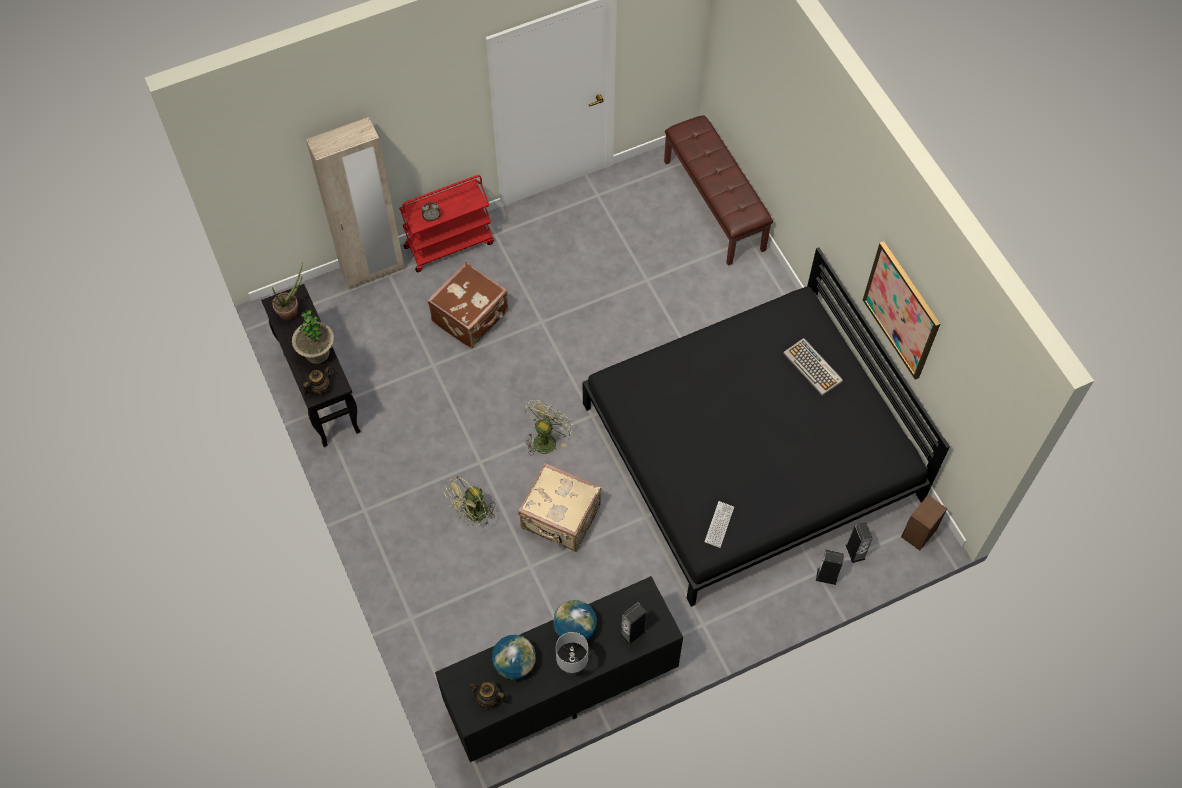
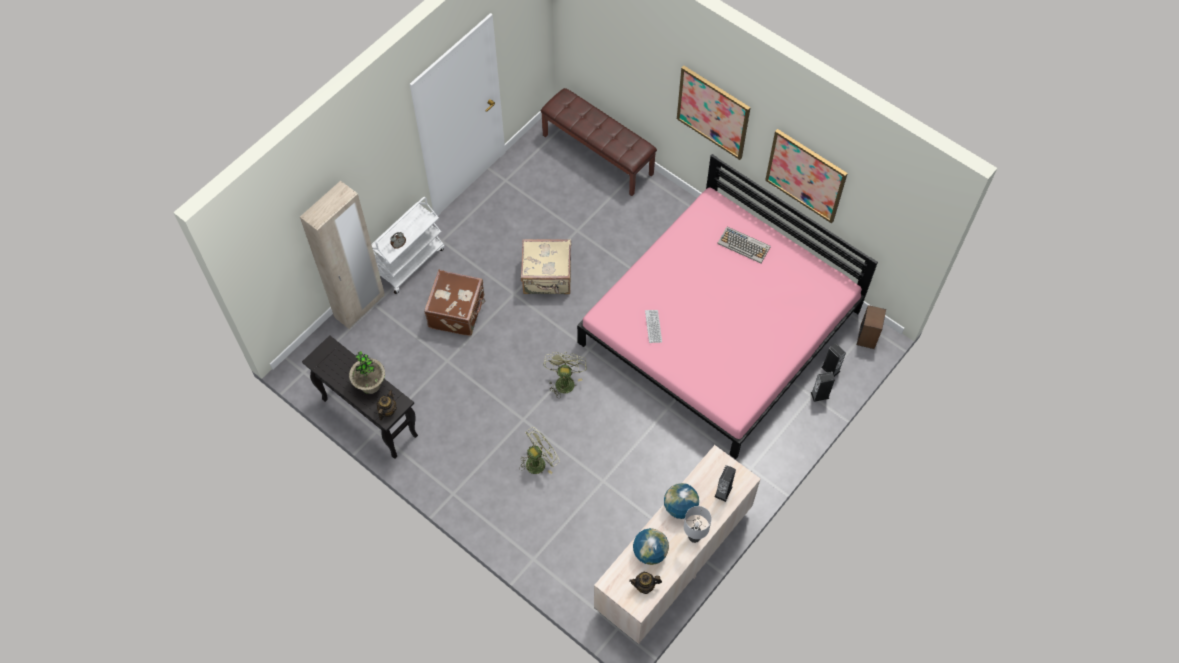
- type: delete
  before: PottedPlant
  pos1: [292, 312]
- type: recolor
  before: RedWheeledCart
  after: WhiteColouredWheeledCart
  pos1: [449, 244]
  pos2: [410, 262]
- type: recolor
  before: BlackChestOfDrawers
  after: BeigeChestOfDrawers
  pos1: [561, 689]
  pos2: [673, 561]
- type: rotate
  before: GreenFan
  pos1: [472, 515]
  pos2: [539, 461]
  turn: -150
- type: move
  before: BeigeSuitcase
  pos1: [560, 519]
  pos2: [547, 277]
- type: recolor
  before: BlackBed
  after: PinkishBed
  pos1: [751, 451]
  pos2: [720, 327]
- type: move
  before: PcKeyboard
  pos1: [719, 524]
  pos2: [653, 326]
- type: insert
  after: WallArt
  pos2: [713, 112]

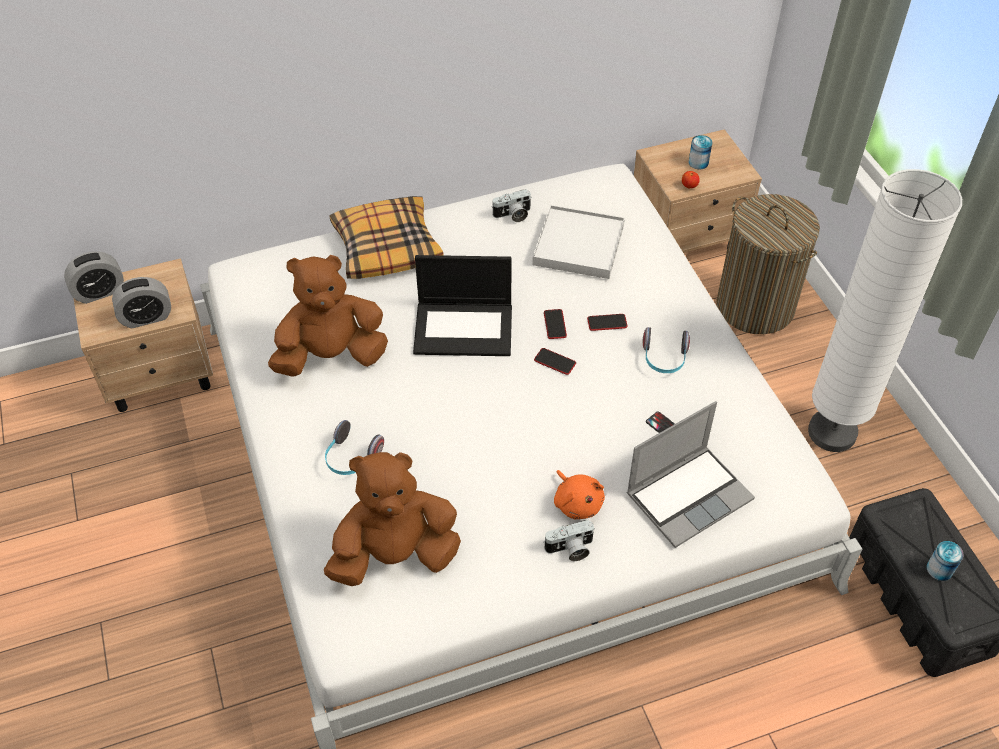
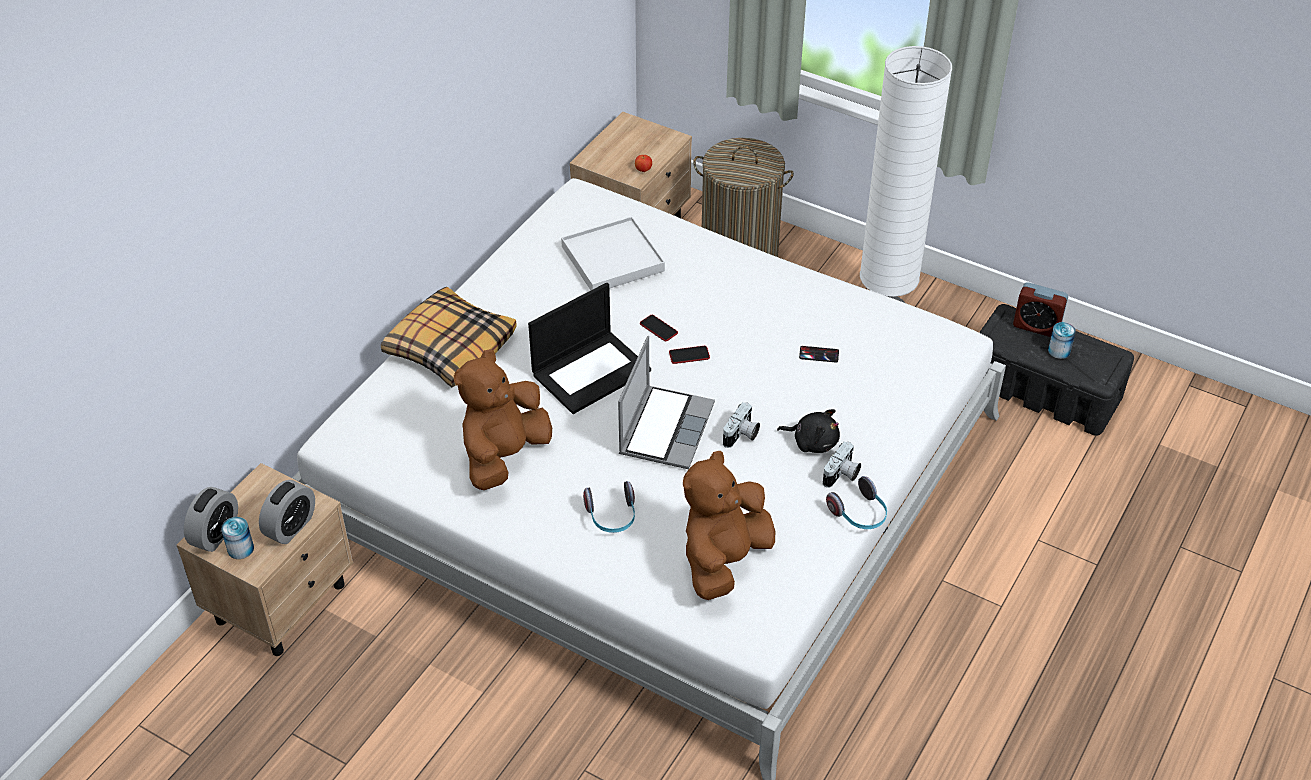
- type: move
  before: StillCamera
  pos1: [513, 215]
  pos2: [741, 435]
- type: recolor
  before: OrangeCuddlyToy
  after: BlackCuddlyToy
  pos1: [577, 502]
  pos2: [812, 442]
- type: delete
  before: Phone
  pos1: [607, 323]
- type: move
  before: NotebookComputer
  pos1: [689, 495]
  pos2: [665, 428]
- type: move
  before: Headphones
  pos1: [664, 359]
  pos2: [859, 514]
- type: move
  before: SealedCan
  pos1: [698, 162]
  pos2: [240, 549]
- type: insert
  after: TableClock
  pos2: [1036, 326]

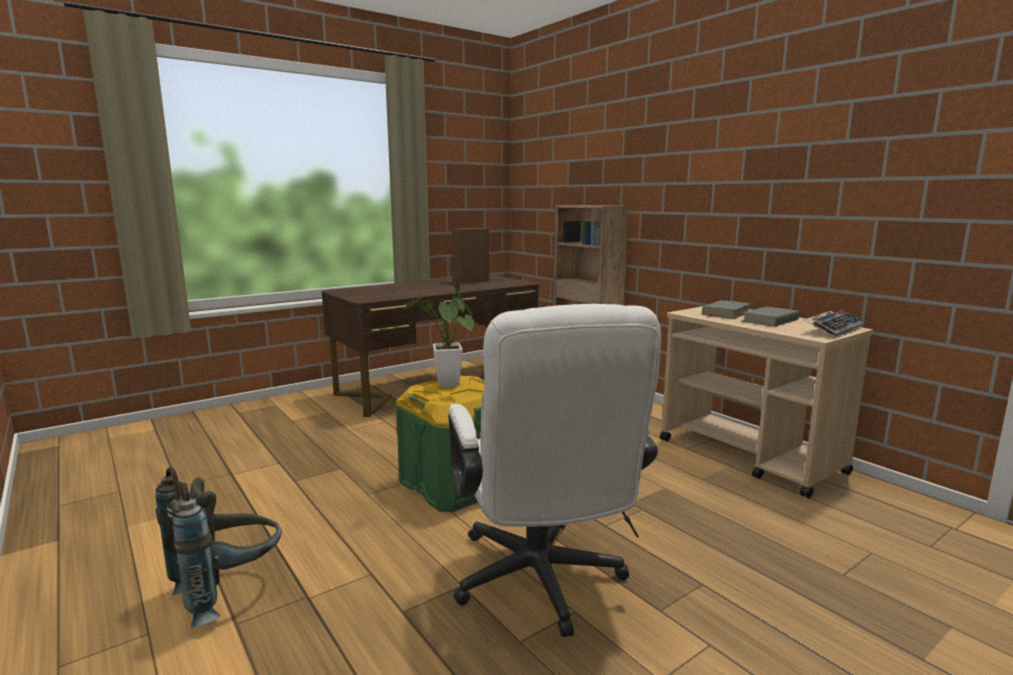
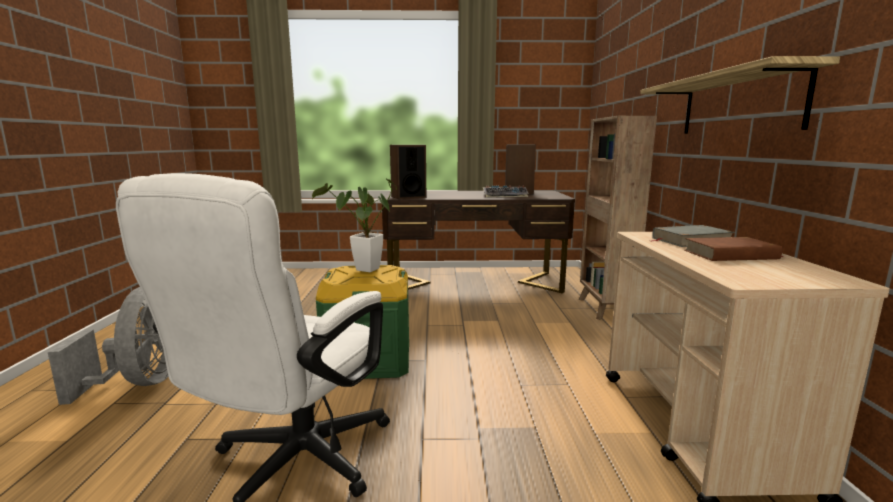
- type: replace
  before: GreyKnapsack
  after: GreyFan
  pos1: [229, 592]
  pos2: [143, 382]
- type: recolor
  before: GreyBook
  after: BrownBook
  pos1: [771, 320]
  pos2: [731, 255]
- type: move
  before: PcKeyboard
  pos1: [832, 330]
  pos2: [505, 196]
- type: insert
  after: AudioSpeaker
  pos2: [408, 197]
- type: insert
  after: WallShelf
  pos2: [738, 104]

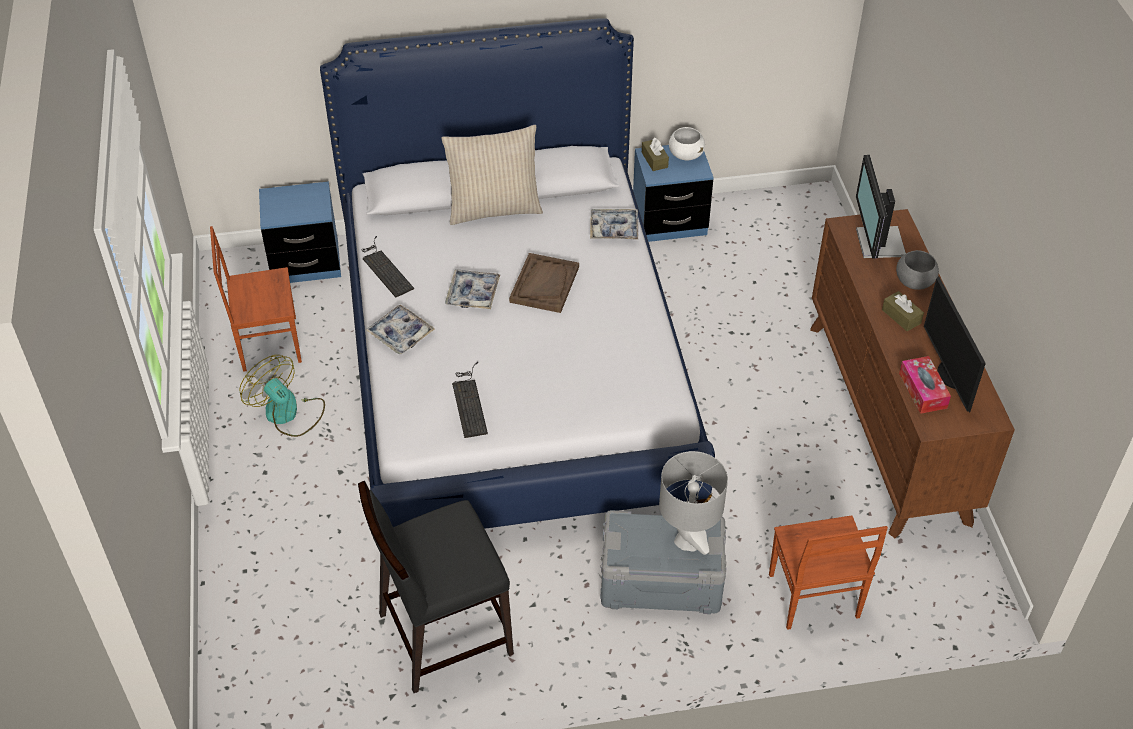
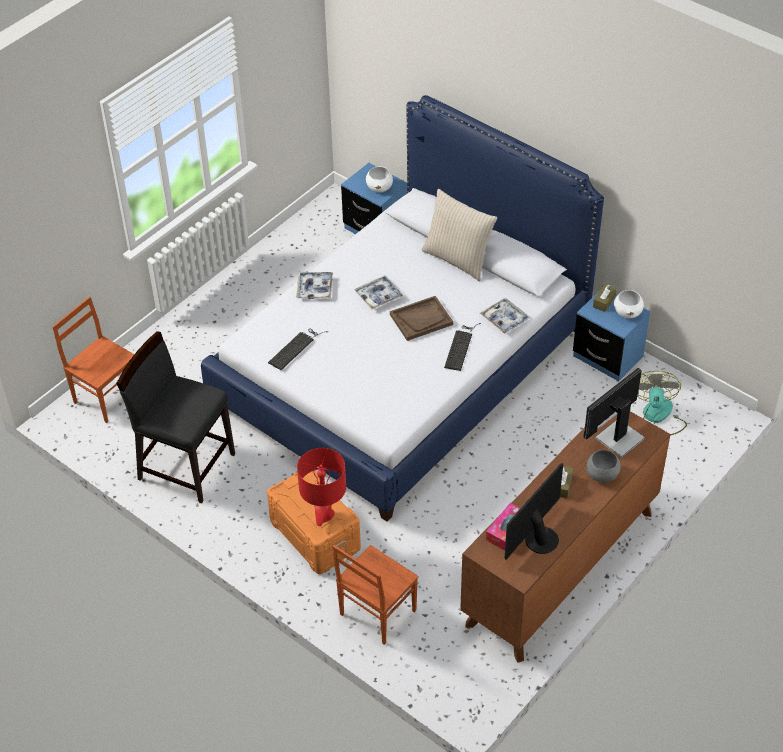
- type: move
  before: BrownPlainChair
  pos1: [268, 343]
  pos2: [107, 396]
- type: move
  before: Fan
  pos1: [288, 413]
  pos2: [658, 417]
- type: move
  before: PcKeyboard
  pos1: [385, 268]
  pos2: [460, 346]
- type: recolor
  before: GreyStorageBin
  after: OrangeStorageBin
  pos1: [661, 580]
  pos2: [316, 534]
- type: recolor
  before: GreyTableLamp
  after: RedTableLamp
  pos1: [687, 541]
  pos2: [324, 514]
- type: insert
  after: WhiteColouredBowl
  pos2: [379, 187]

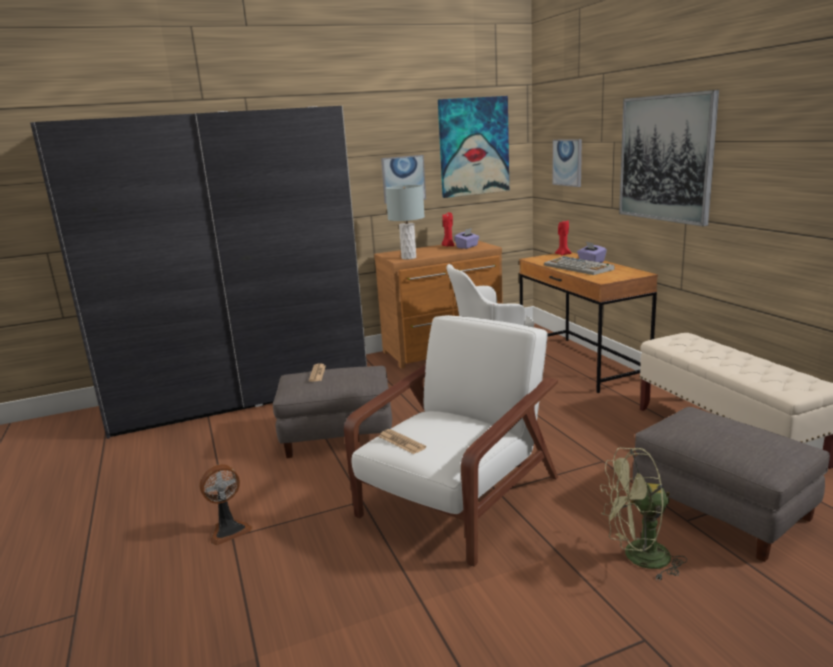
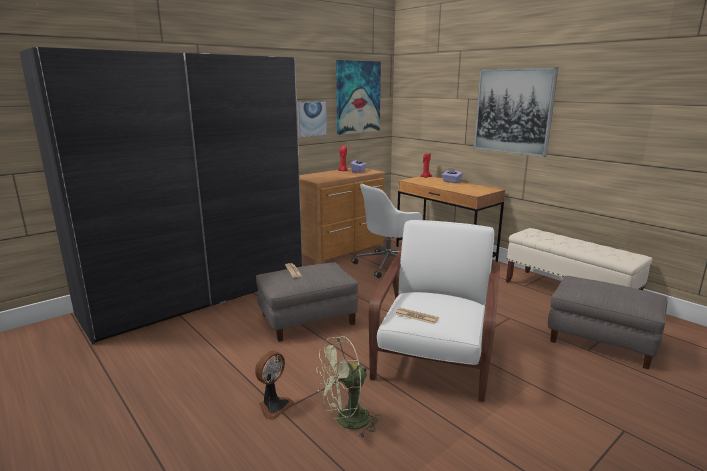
- type: delete
  before: GreyTableLamp
  pos1: [408, 258]
- type: delete
  before: PcKeyboard
  pos1: [579, 267]
- type: delete
  before: WallArt
  pos1: [567, 162]
- type: move
  before: GreenFan
  pos1: [637, 558]
  pos2: [346, 421]

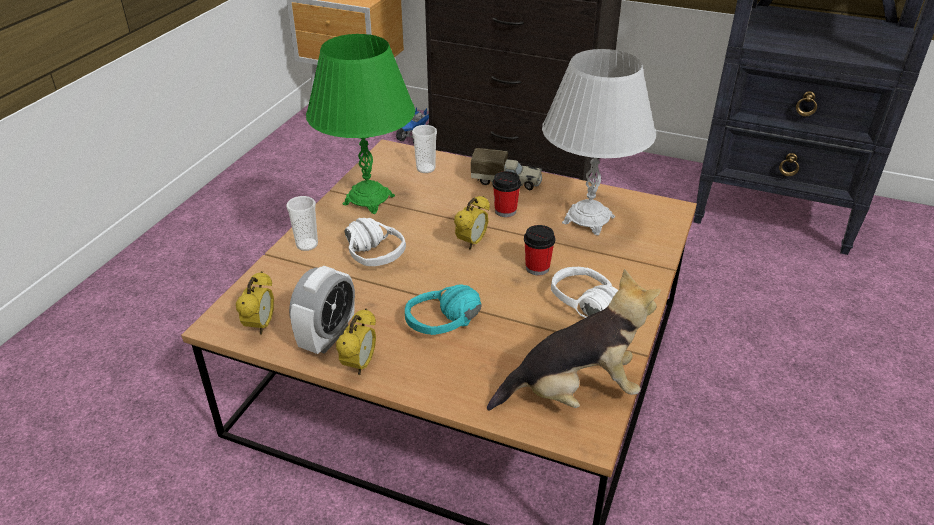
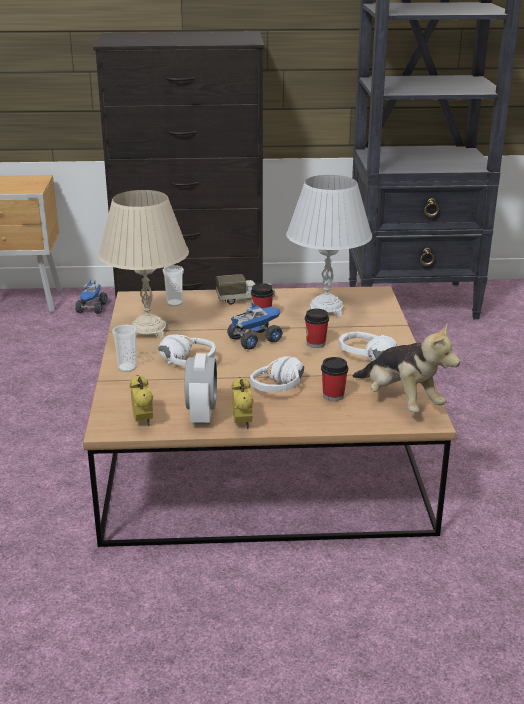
- type: recolor
  before: GreenTableLamp
  after: BeigeTableLamp
  pos1: [368, 200]
  pos2: [148, 331]
- type: recolor
  before: TurquoiseHeadphones
  after: WhiteColouredHeadphones
  pos1: [449, 329]
  pos2: [286, 390]
- type: replace
  before: TableClock
  after: ModelTruck
  pos1: [472, 243]
  pos2: [255, 340]
- type: rotate
  before: CuddlyToy
  pos1: [574, 392]
  pos2: [400, 401]
  turn: 90
- type: insert
  after: Cup
  pos2: [333, 395]

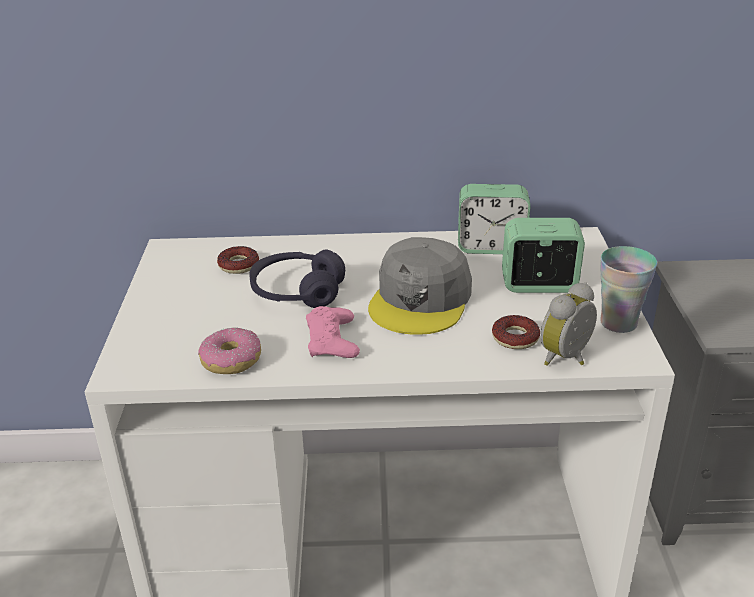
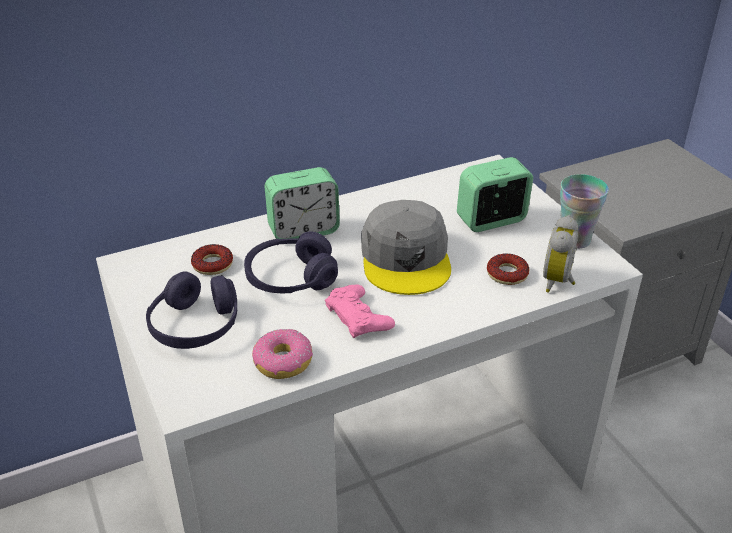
- type: move
  before: TableClock
  pos1: [491, 247]
  pos2: [303, 230]
- type: insert
  after: PurpleColouredHeadphones
  pos2: [195, 326]

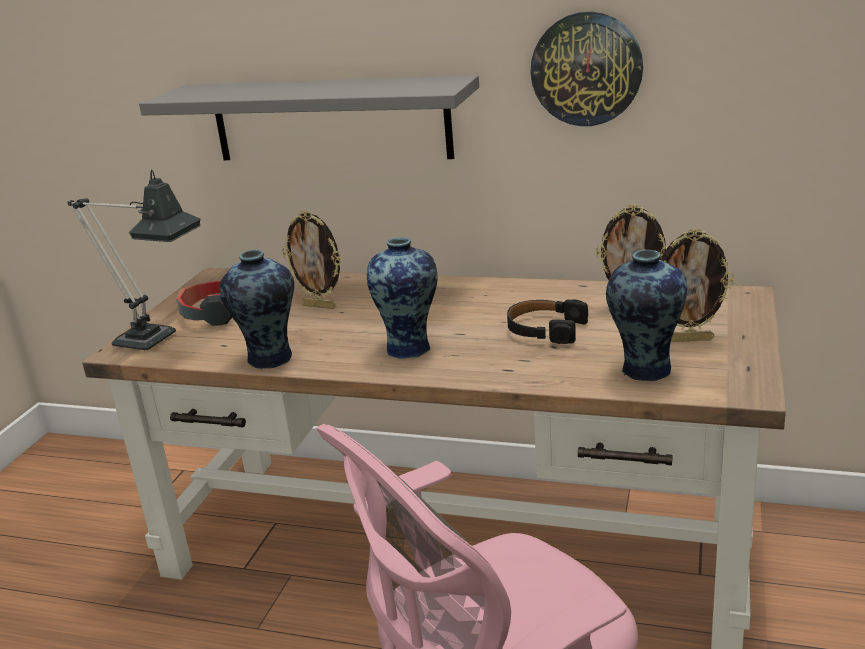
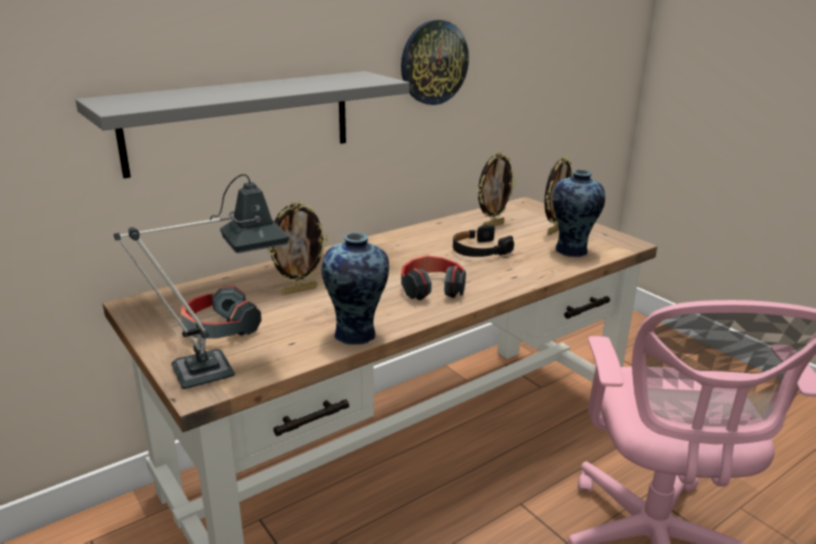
- type: replace
  before: FlowerVase
  after: Headphones
  pos1: [410, 347]
  pos2: [432, 288]

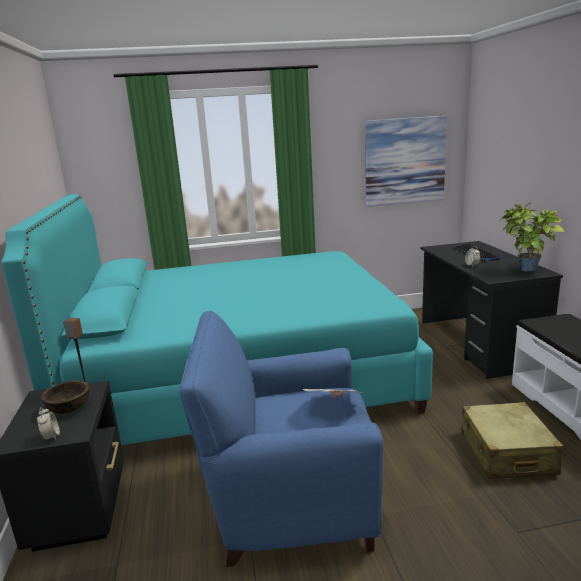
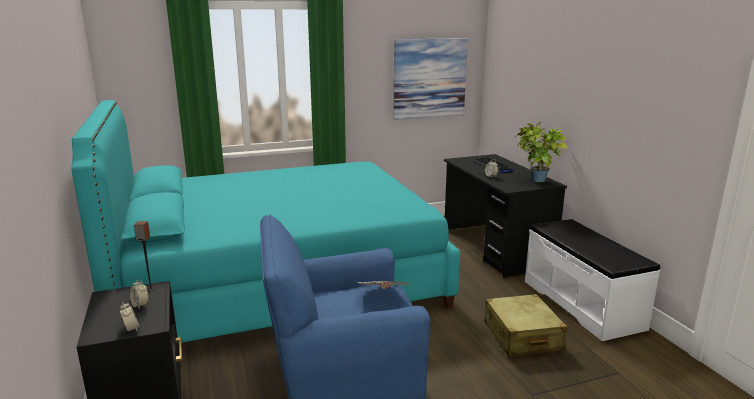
- type: replace
  before: BrownBowl
  after: TableClock
  pos1: [70, 408]
  pos2: [140, 305]

